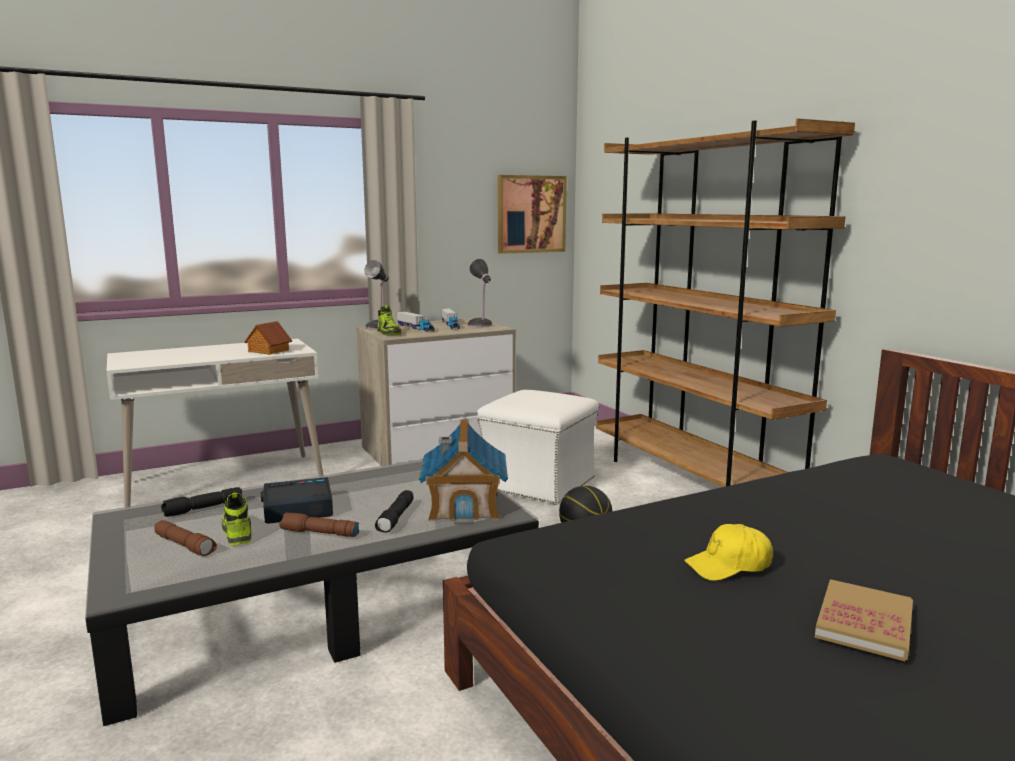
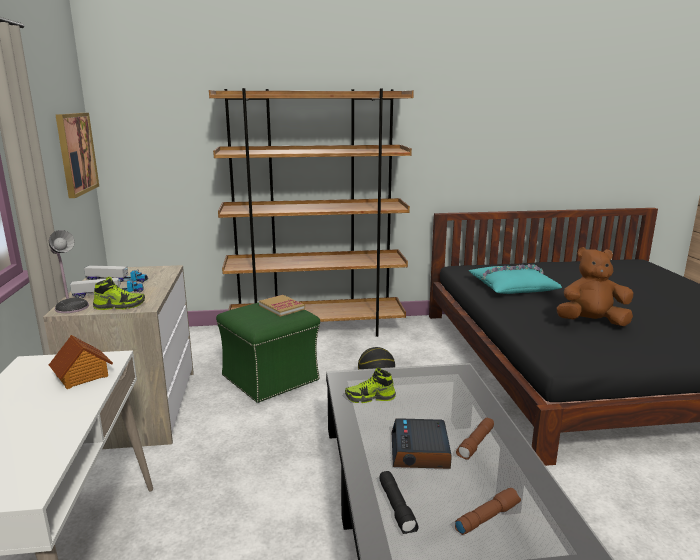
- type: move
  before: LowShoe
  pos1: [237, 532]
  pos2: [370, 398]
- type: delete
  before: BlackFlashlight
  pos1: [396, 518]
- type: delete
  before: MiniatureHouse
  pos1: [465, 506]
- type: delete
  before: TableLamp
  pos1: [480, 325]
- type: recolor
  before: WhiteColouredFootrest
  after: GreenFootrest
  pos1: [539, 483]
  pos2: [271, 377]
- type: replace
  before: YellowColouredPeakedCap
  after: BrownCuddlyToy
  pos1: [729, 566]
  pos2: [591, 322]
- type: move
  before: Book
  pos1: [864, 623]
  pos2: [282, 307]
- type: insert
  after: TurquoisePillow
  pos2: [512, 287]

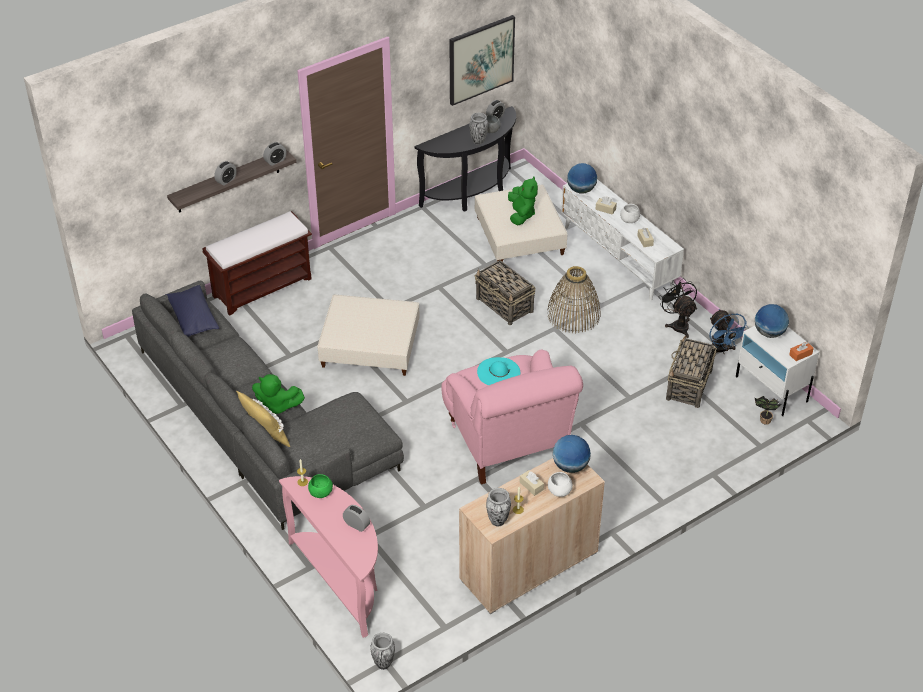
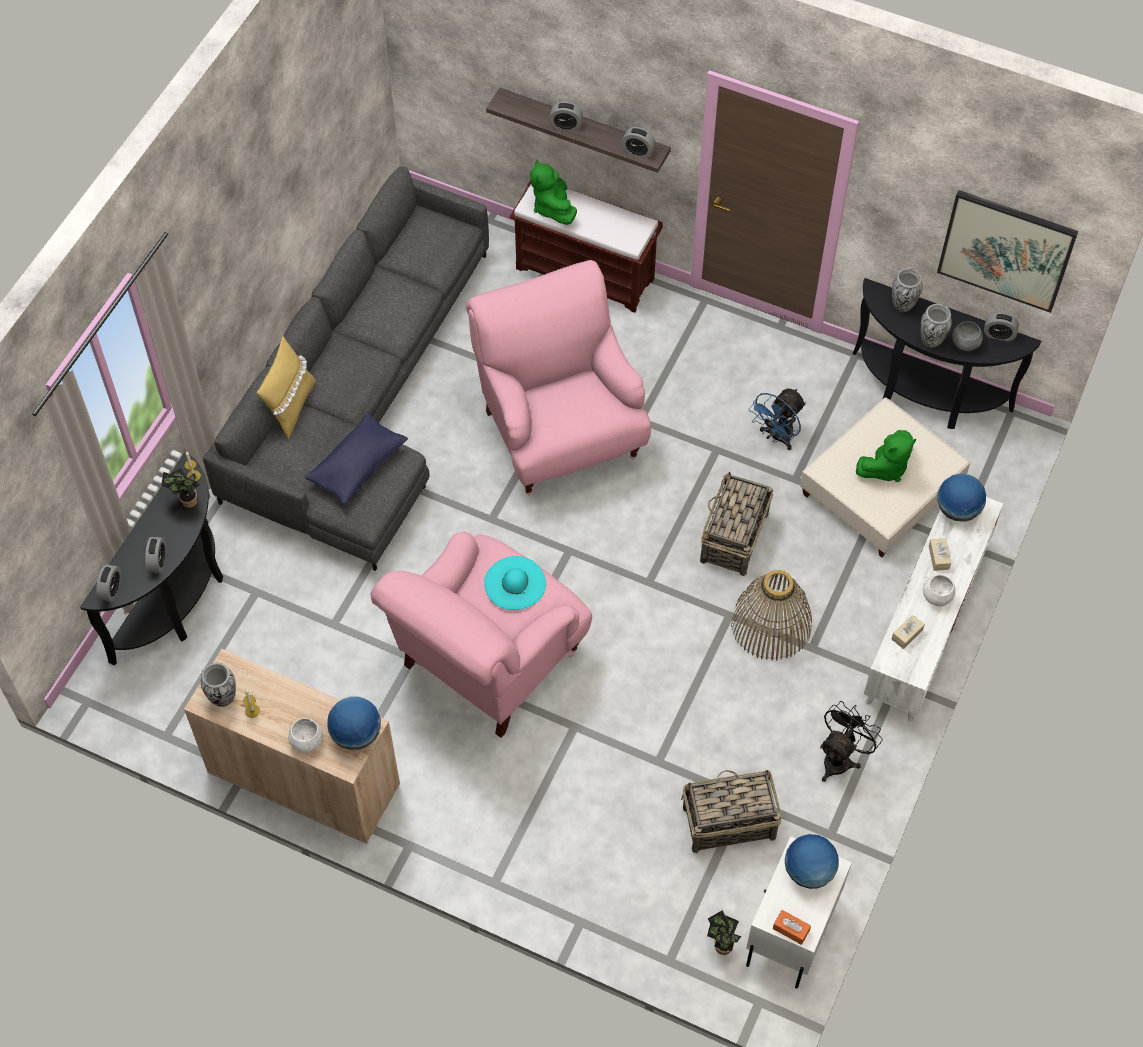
- type: move
  before: BlueColouredPillow
  pos1: [193, 318]
  pos2: [357, 466]
- type: move
  before: GreenCuddlyToy
  pos1: [277, 406]
  pos2: [553, 208]
- type: recolor
  before: PinkishHallTable
  after: BlackHallTable
  pos1: [342, 580]
  pos2: [178, 599]
- type: replace
  before: GreenBowl
  after: PottedPlant
  pos1: [320, 493]
  pos2: [186, 501]
- type: replace
  before: BeigeFootrest
  after: PinkishLoungeChair
  pos1: [370, 346]
  pos2: [559, 433]
- type: move
  before: FlowerVase
  pos1: [383, 663]
  pos2: [902, 305]
- type: delete
  before: BeigeTissueBox
  pos1: [531, 486]
- type: move
  before: BlueColouredFan
  pos1: [721, 350]
  pos2: [777, 437]
- type: insert
  after: TableClock
  pos2: [111, 589]

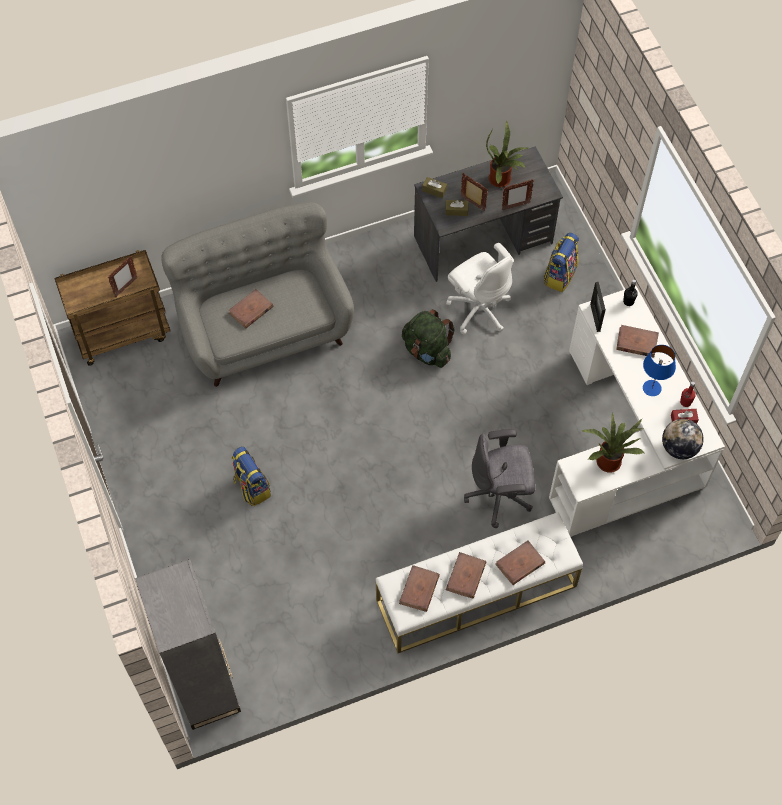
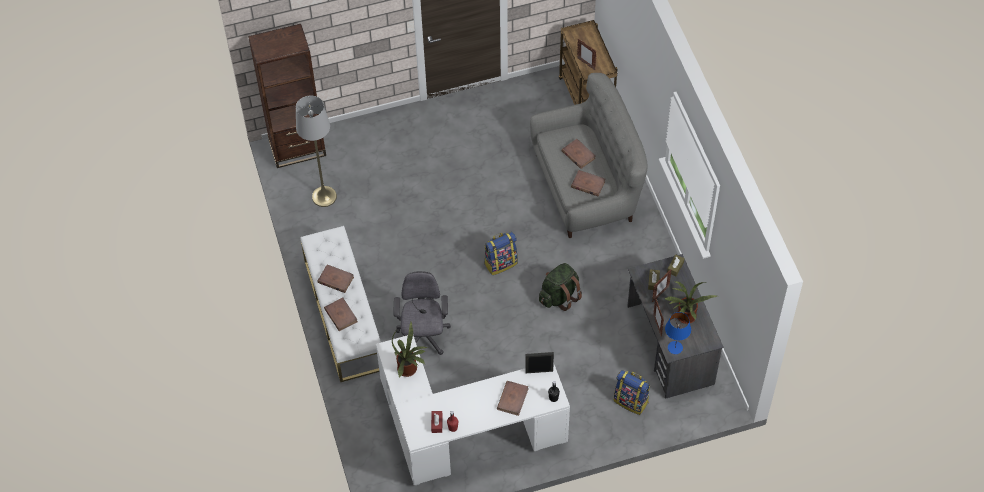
- type: recolor
  before: GreyBookcase
  after: BrownBookcase
  pos1: [206, 687]
  pos2: [297, 148]
- type: move
  before: Knapsack
  pos1: [251, 487]
  pos2: [500, 263]
- type: move
  before: BrownBook
  pos1: [419, 589]
  pos2: [587, 184]
- type: delete
  before: WhiteColouredDeskChair
  pos1: [478, 309]
- type: move
  before: BlueColouredTableLamp
  pos1: [651, 388]
  pos2: [675, 347]
- type: delete
  before: DeskGlobe
  pos1: [679, 448]
- type: insert
  after: GreyFloorLamp
  pos2: [324, 196]

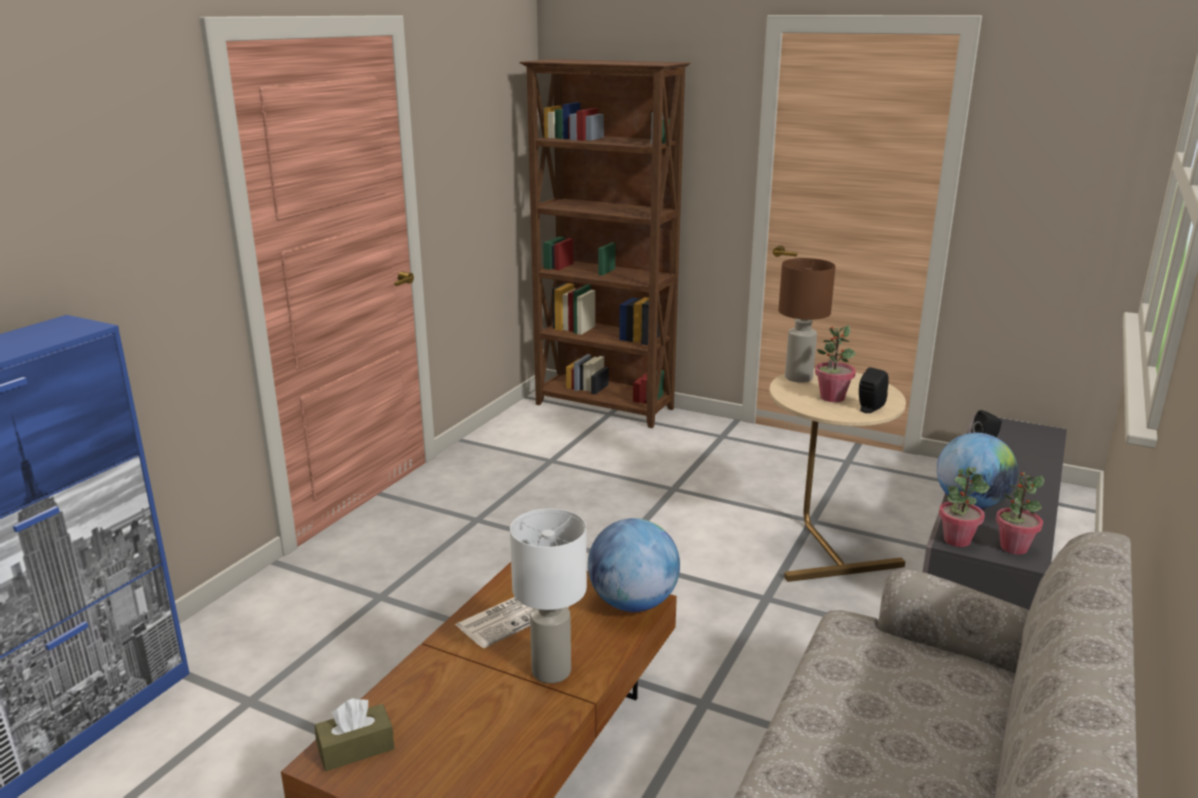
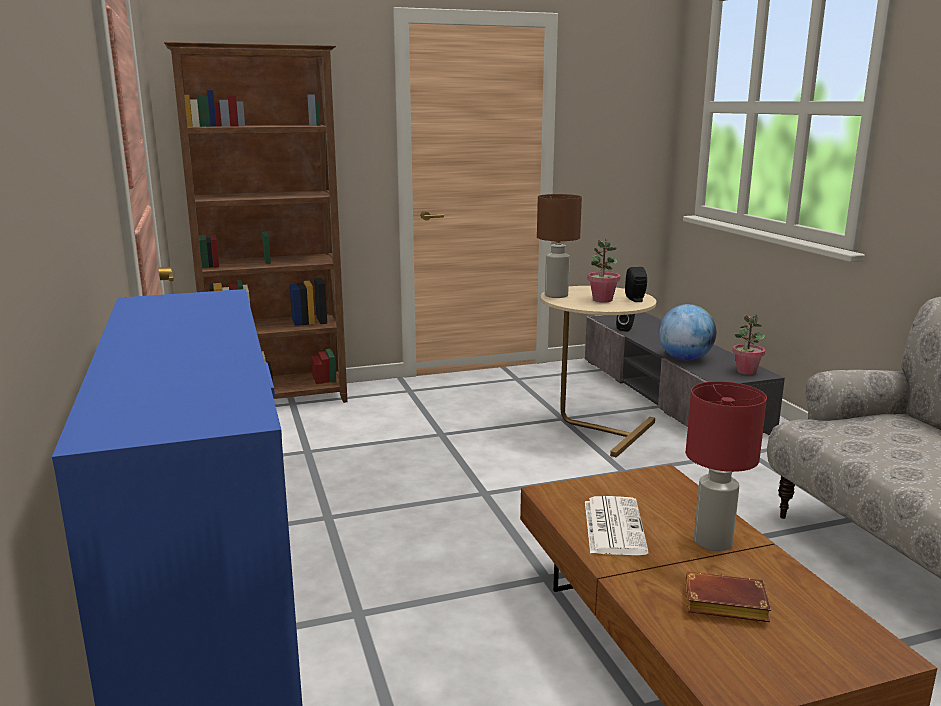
- type: delete
  before: BrownTissueBox
  pos1: [356, 748]
- type: recolor
  before: WhiteColouredTableLamp
  after: RedTableLamp
  pos1: [550, 671]
  pos2: [712, 542]
- type: delete
  before: DeskGlobe
  pos1: [633, 603]
- type: delete
  before: PottedPlant
  pos1: [957, 540]
- type: insert
  after: BrownBook
  pos2: [722, 605]

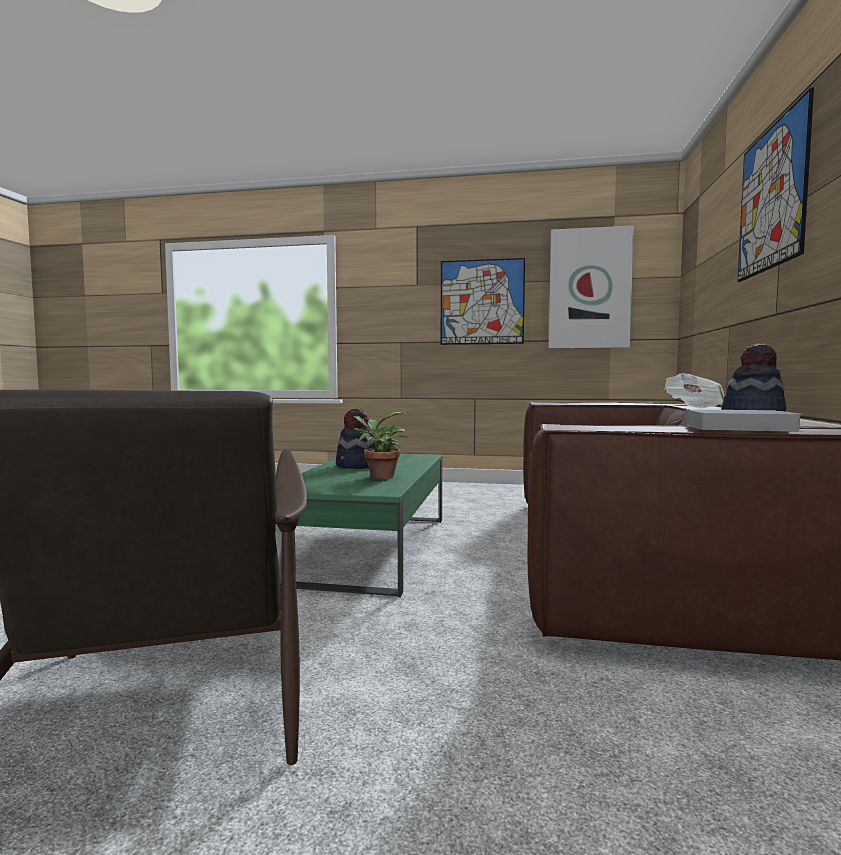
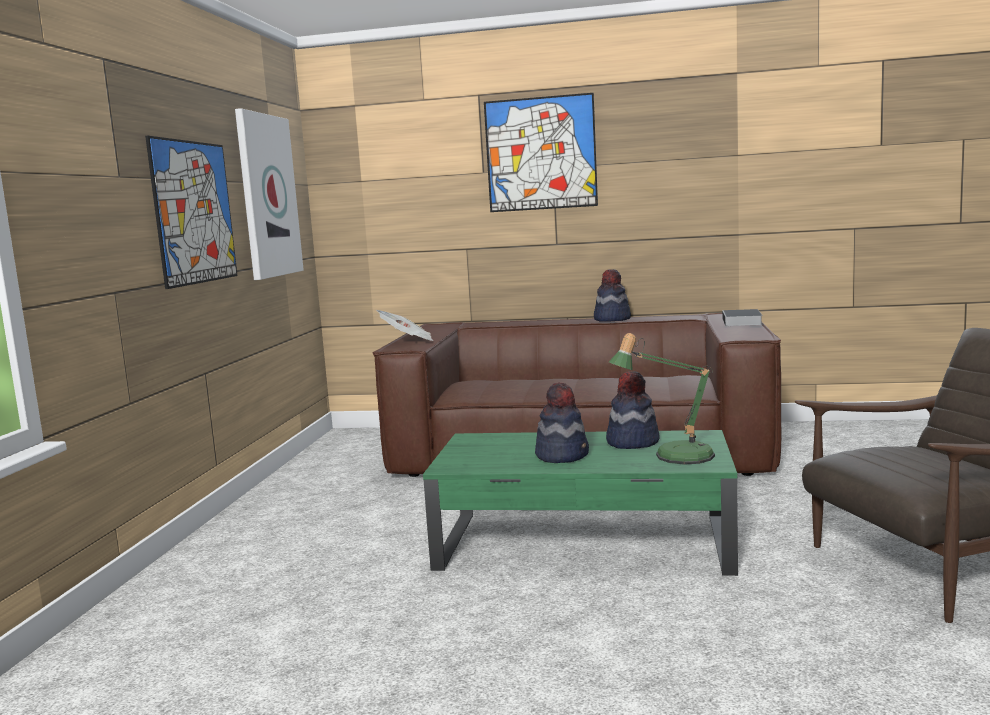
- type: replace
  before: PottedPlant
  after: ClothingHat
  pos1: [379, 477]
  pos2: [632, 442]
- type: move
  before: Newspaper
  pos1: [694, 406]
  pos2: [407, 341]
- type: insert
  after: TableLamp
  pos2: [674, 456]

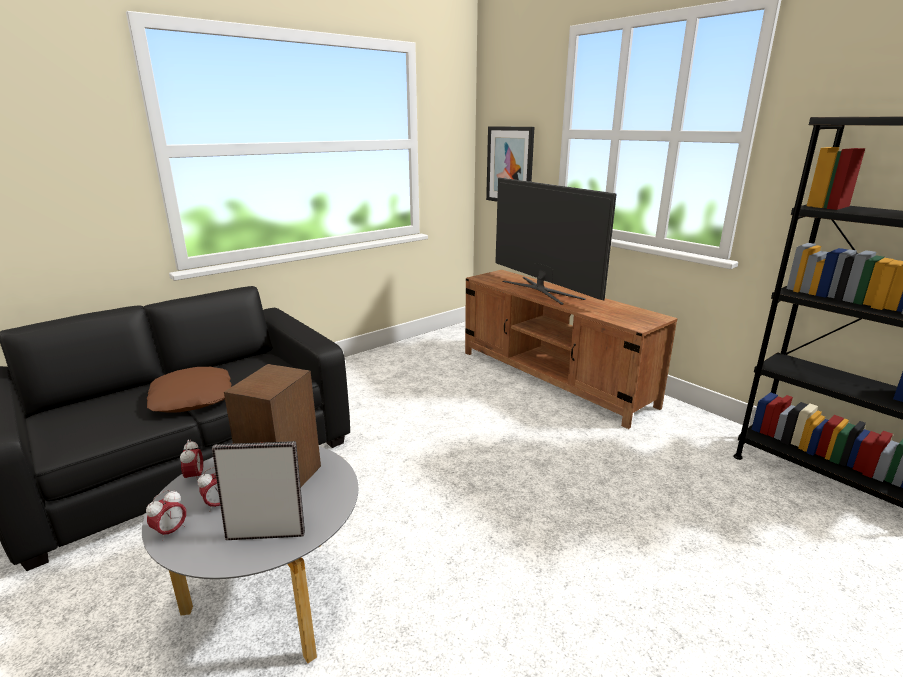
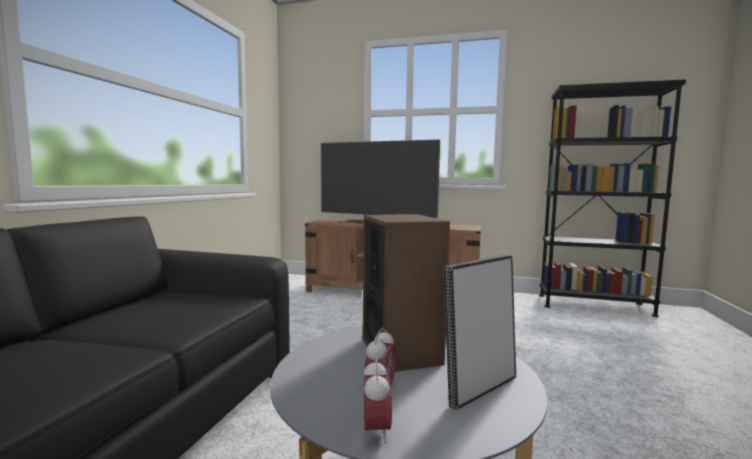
- type: delete
  before: BrownPillow
  pos1: [193, 398]
- type: delete
  before: TableClock
  pos1: [195, 477]
- type: delete
  before: WallArt
  pos1: [510, 165]

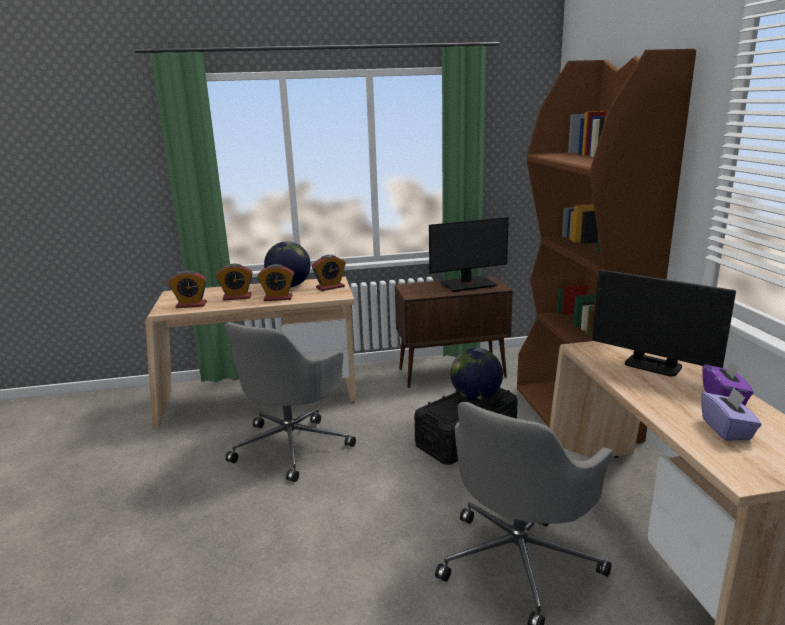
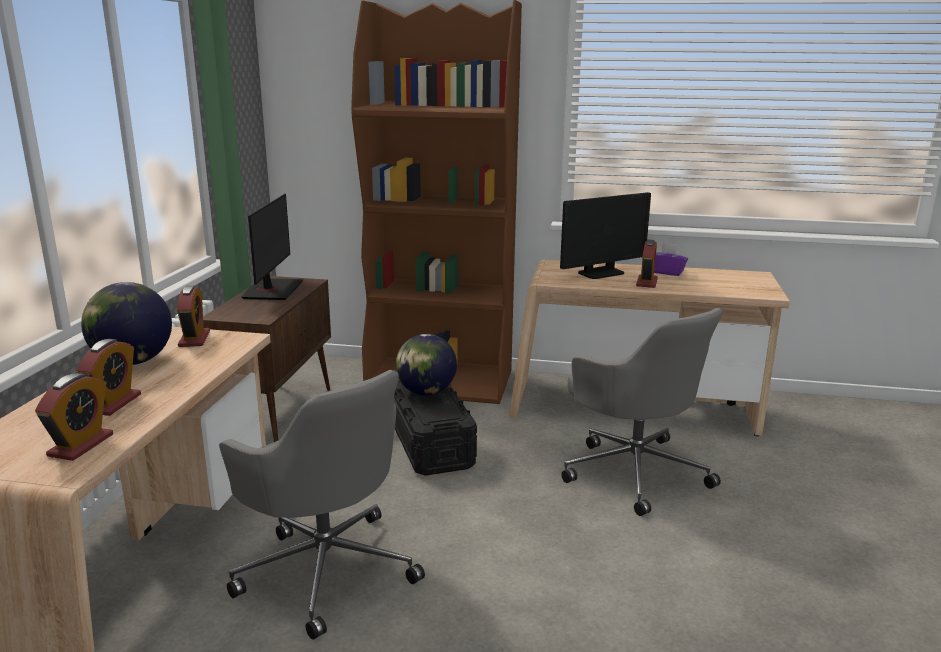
- type: move
  before: TableClock
  pos1: [278, 298]
  pos2: [646, 282]
- type: delete
  before: PurpleColouredTissueBox
  pos1: [726, 429]

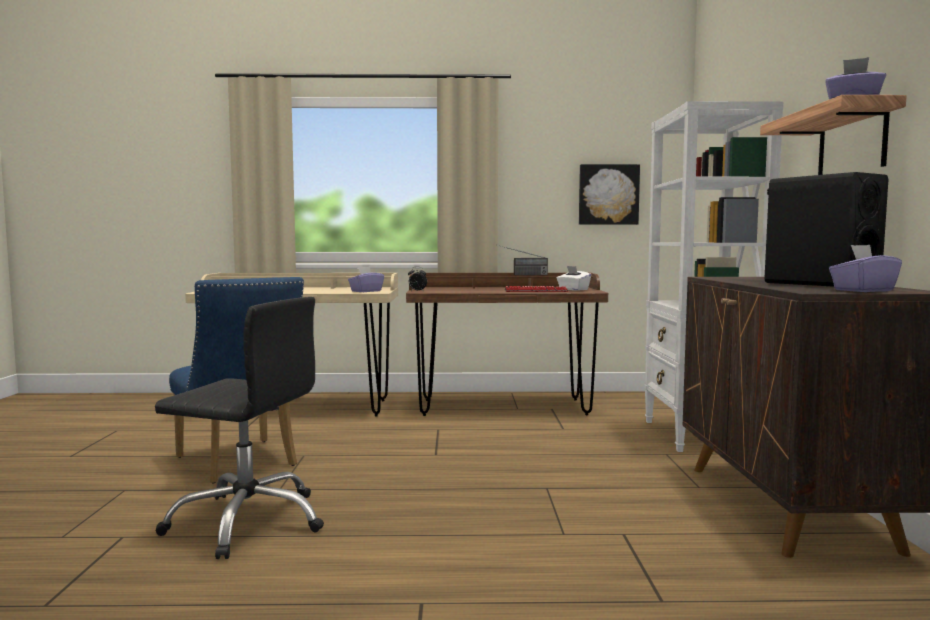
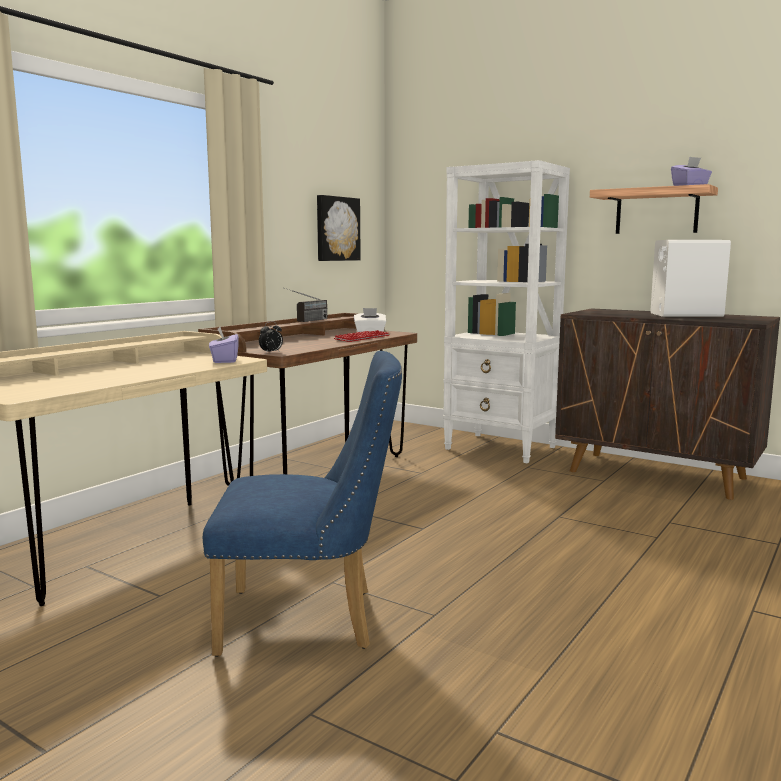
- type: delete
  before: BlackDeskChair
  pos1: [248, 521]
- type: recolor
  before: BlackAudioSpeaker
  after: WhiteColouredAudioSpeaker
  pos1: [820, 284]
  pos2: [685, 315]
- type: delete
  before: PurpleColouredTissueBox
  pos1: [863, 290]

